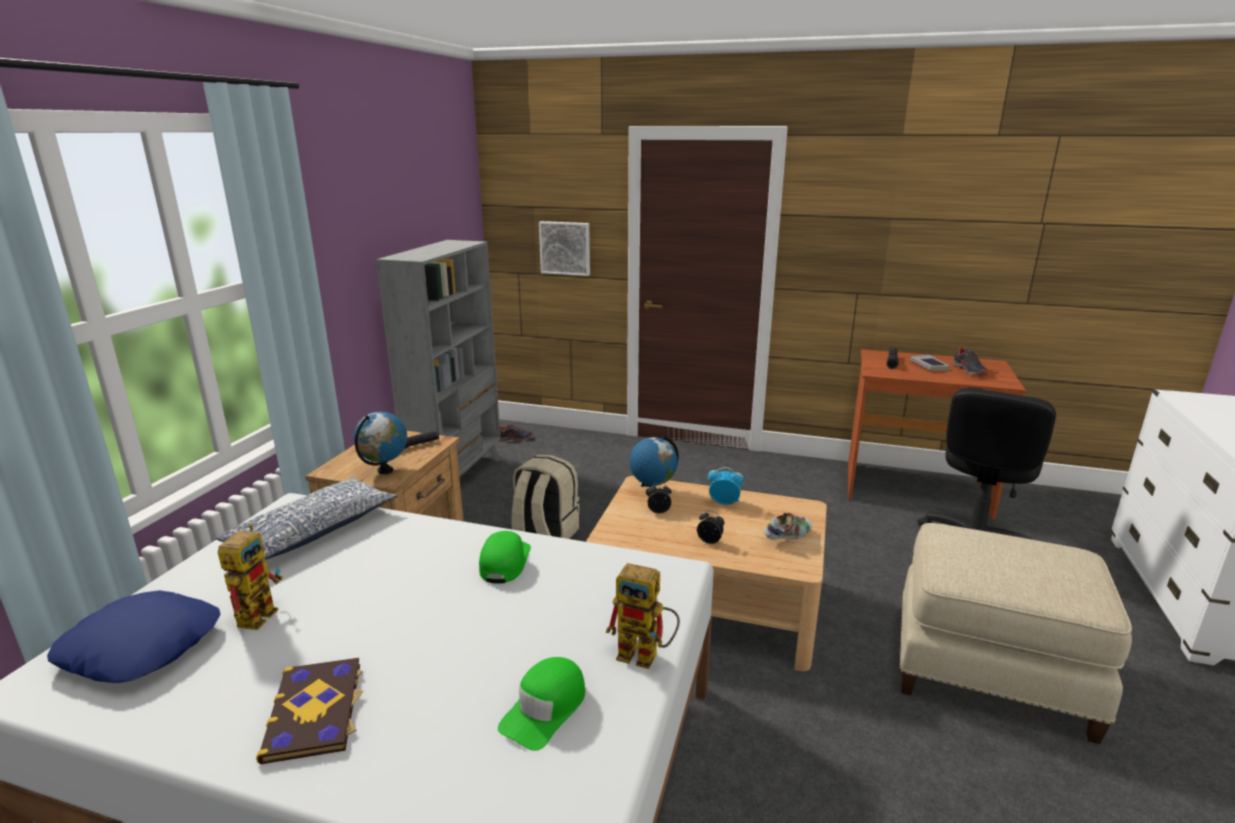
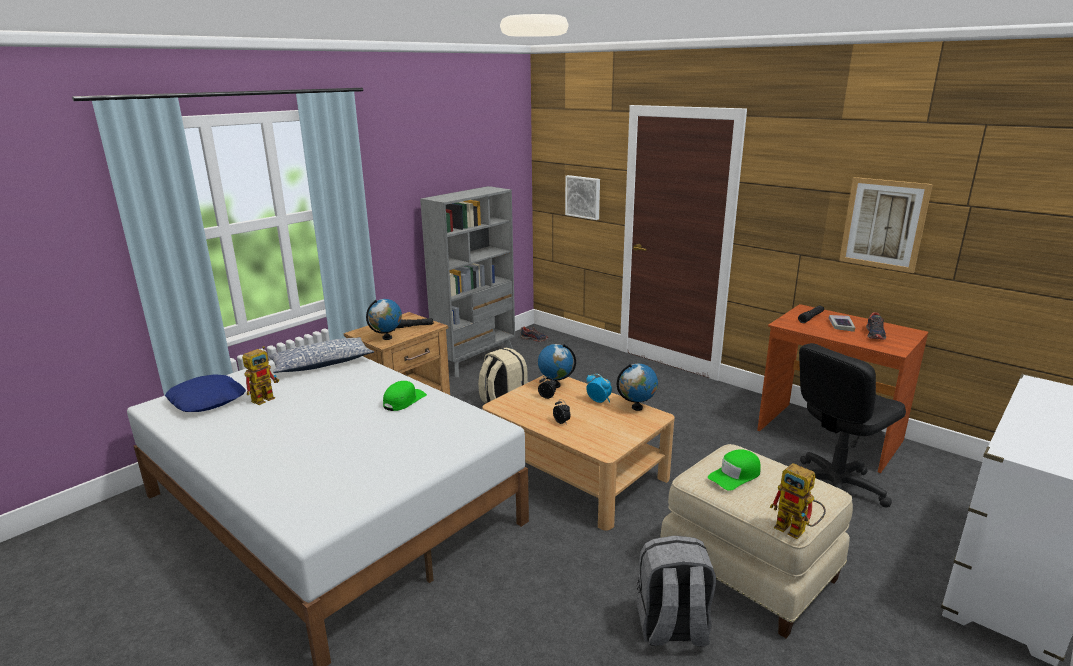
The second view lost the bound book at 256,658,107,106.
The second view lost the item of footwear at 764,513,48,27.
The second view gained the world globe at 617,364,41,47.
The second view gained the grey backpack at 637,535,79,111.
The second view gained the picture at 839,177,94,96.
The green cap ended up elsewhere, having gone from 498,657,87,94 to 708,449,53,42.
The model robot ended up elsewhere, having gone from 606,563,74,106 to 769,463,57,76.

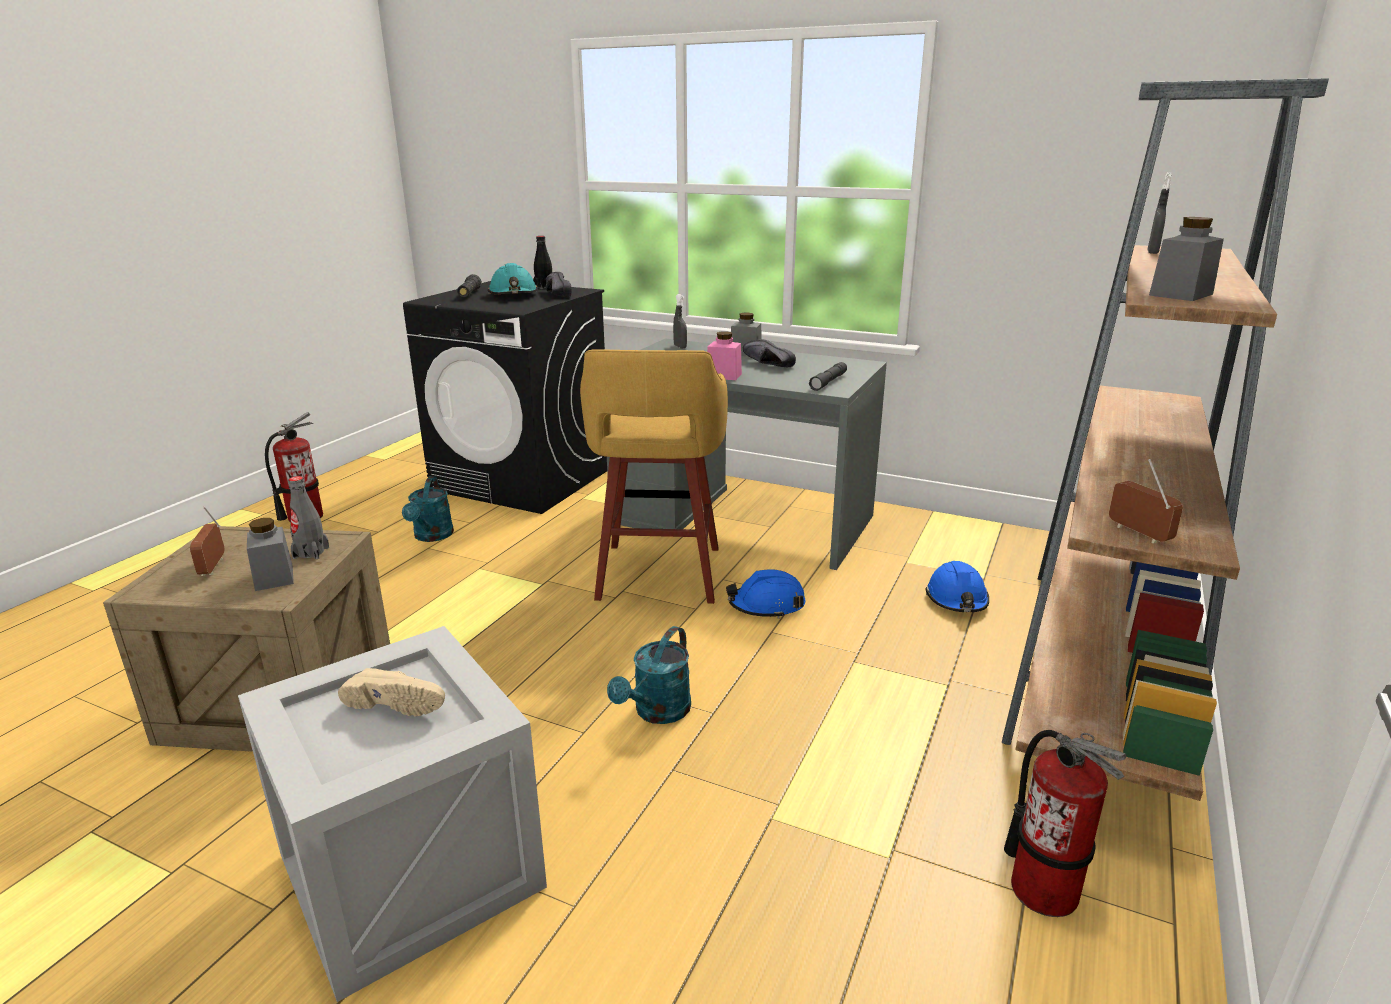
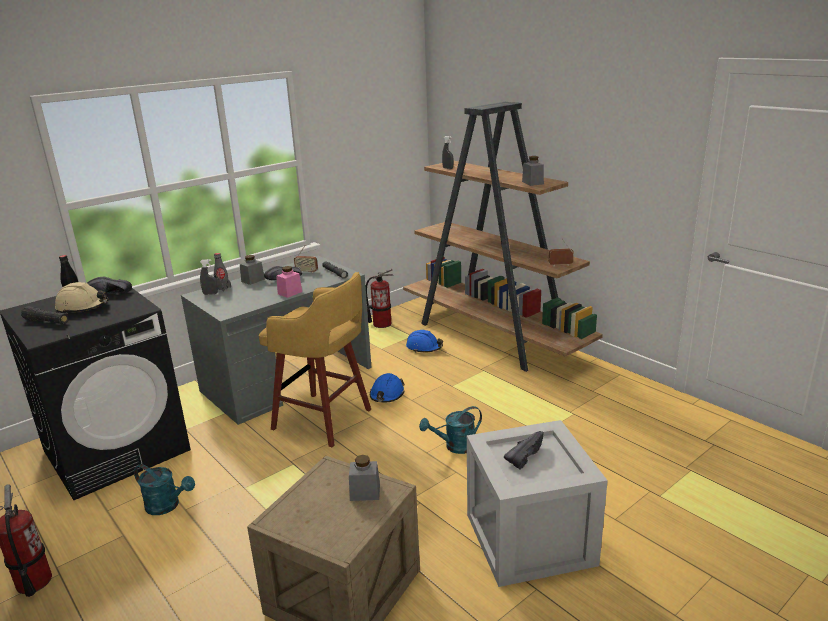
The radio ended up elsewhere, having gone from 190,506,35,70 to 294,245,24,28.
The grey drink bottle ended up elsewhere, having gone from 288,476,41,83 to 214,253,17,38.
The fire-fighting cylinder ended up elsewhere, having gone from 1004,730,122,187 to 366,269,27,59.
What was the beige-coloured item of footwear at 338,668,107,48 turned into the blackish item of footwear at 504,431,40,39.
What was the blue-green hard hat at 488,263,50,31 turned into the beige-coloured hard hat at 55,282,54,32.
The blue-green watering pot at 607,626,84,98 ended up facing another way, 105 degrees clockwise from before.

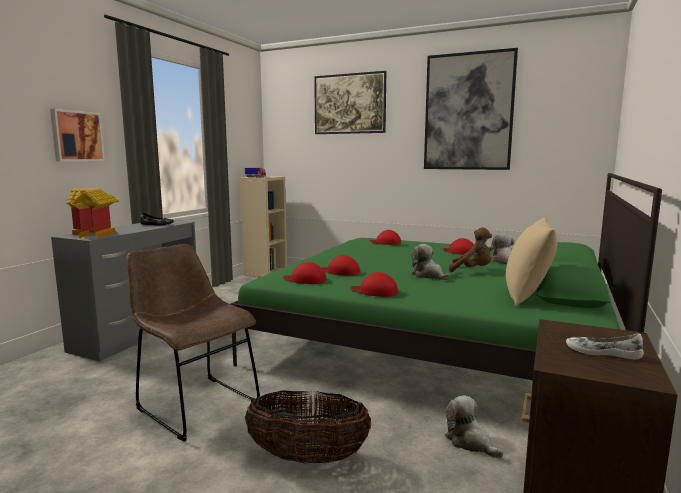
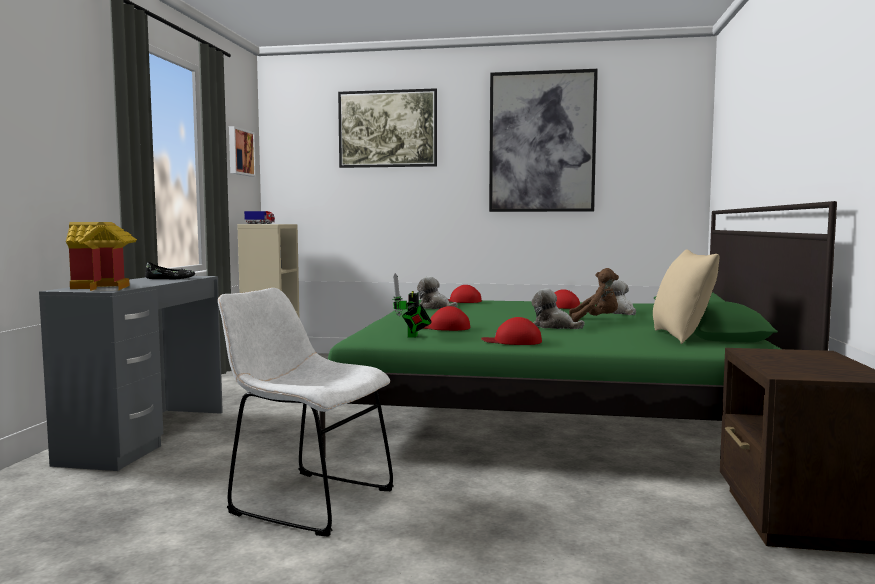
The second view lost the storage basket at 244,390,127,73.
The second view lost the white item of footwear at 566,334,78,25.
The picture ended up elsewhere, having gone from 50,109,55,53 to 229,126,27,51.
The soft toy ended up elsewhere, having gone from 445,396,58,62 to 417,276,40,33.
Where the red cap stood at 283,262,43,22, the model robot came to stand at 393,273,39,64.
What was the brown upright chair at 127,244,133,198 turned into the white upright chair at 218,288,176,248.

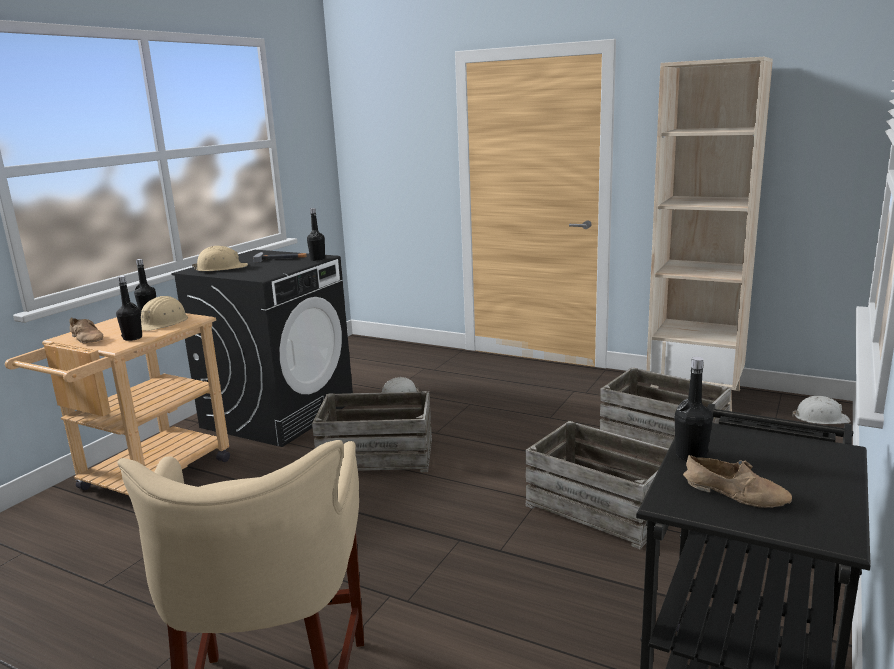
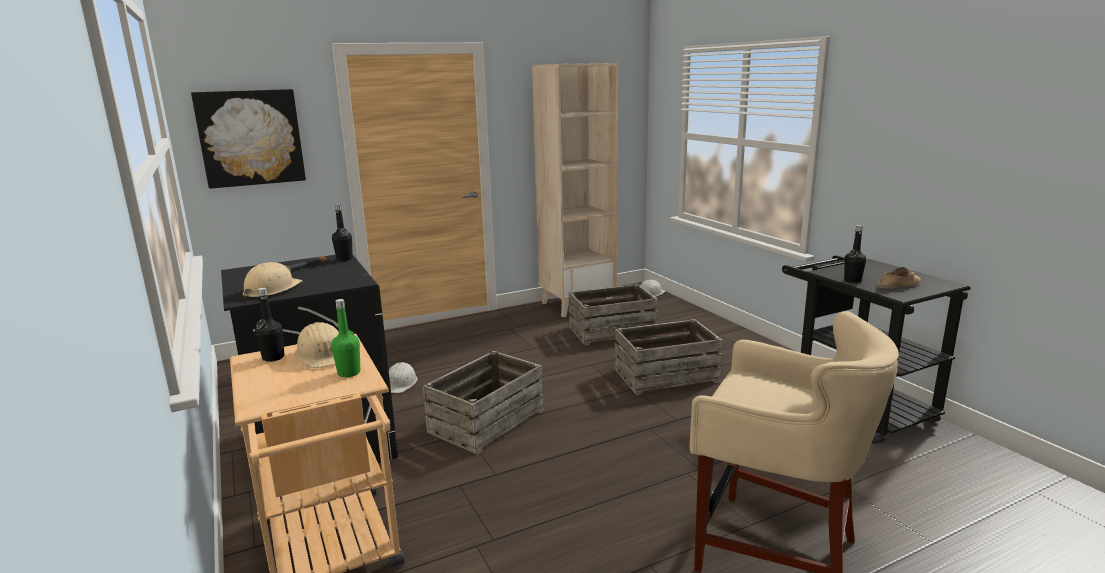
The second view lost the beige-coloured item of footwear at 69,318,34,25.
The second view gained the picture at 191,89,115,100.
What was the blackish drink bottle at 116,276,26,65 turned into the green drink bottle at 331,299,29,78.

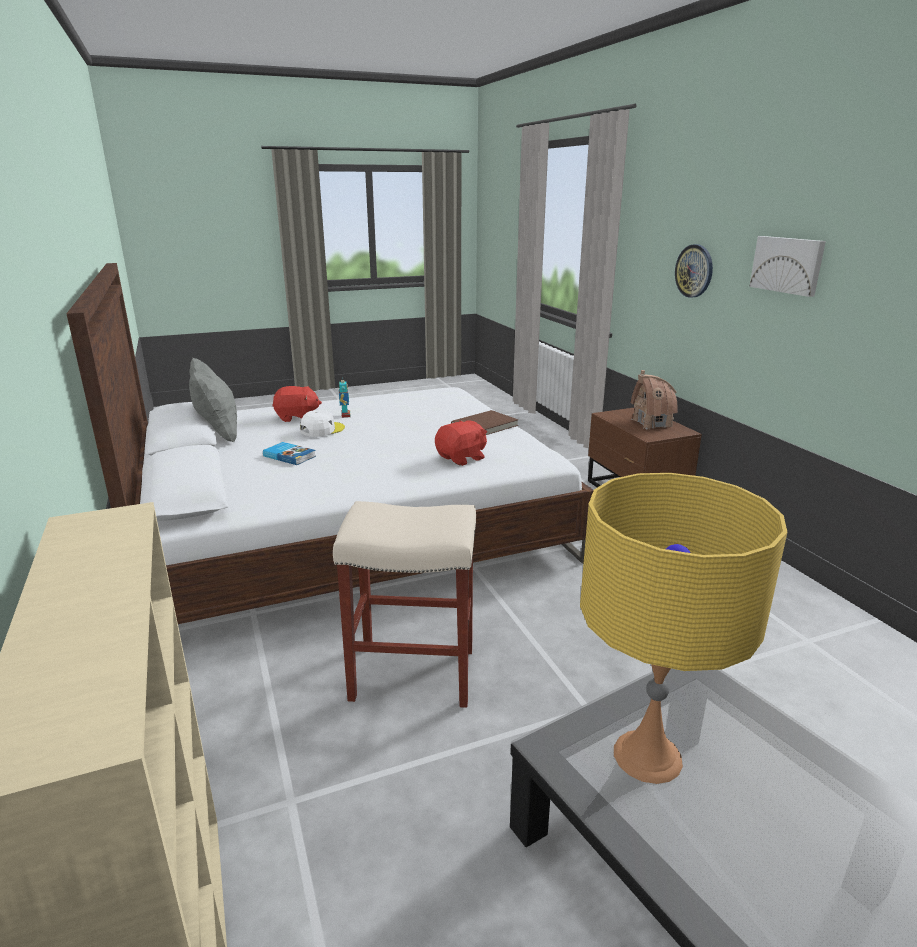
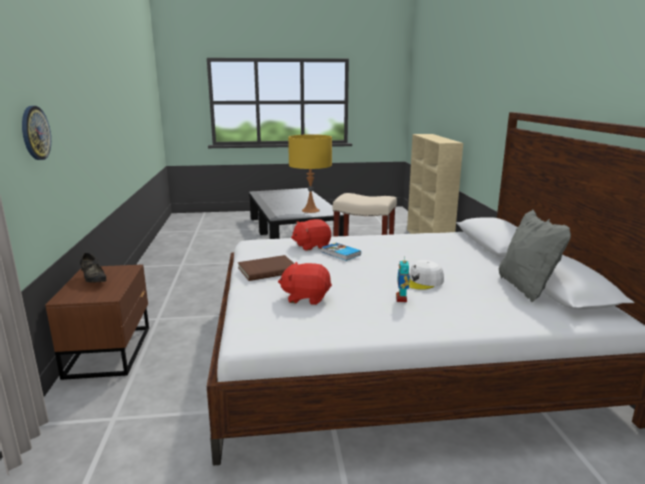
The second view lost the picture at 749,236,77,61.
The bound book ended up elsewhere, having gone from 263,442,53,23 to 322,243,39,18.
The red soft toy ended up elsewhere, having gone from 272,386,50,36 to 278,262,54,43.
Where the toy house stood at 631,370,47,60, the blackish item of footwear came to stand at 80,253,26,30.

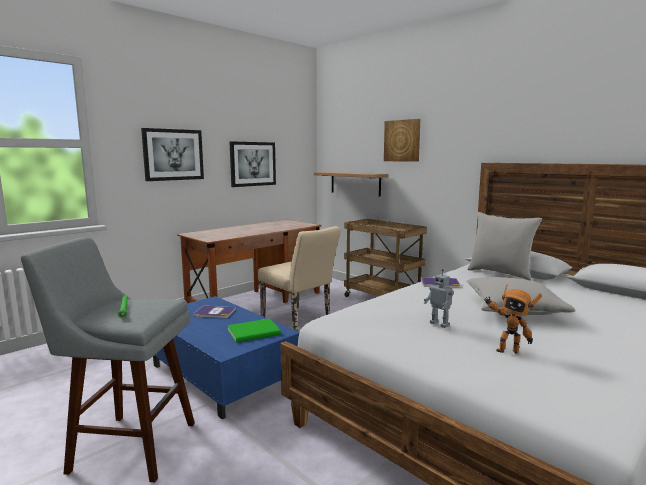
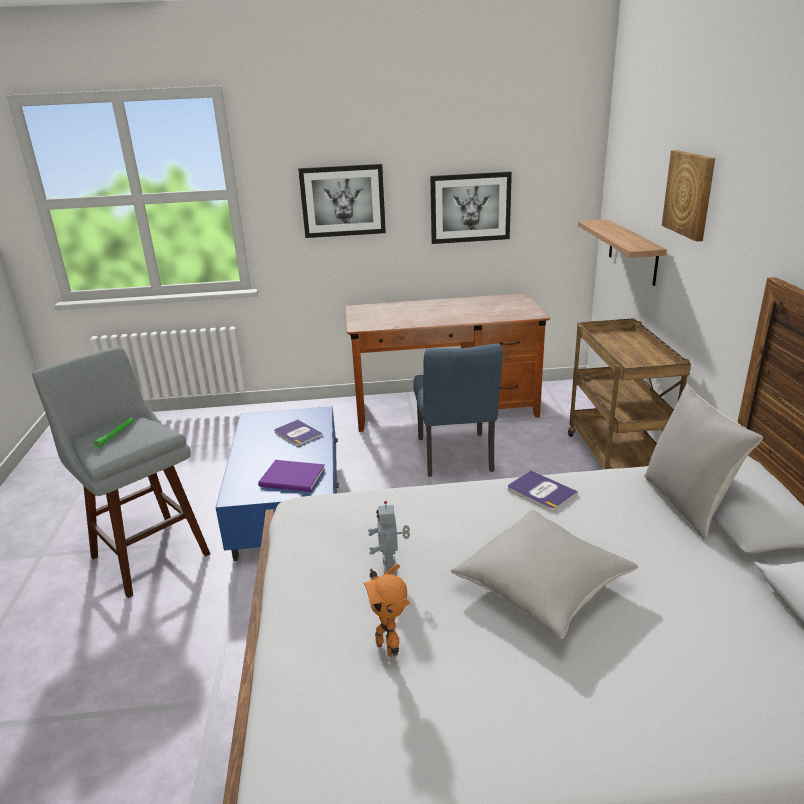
What was the green bound book at 227,319,54,24 turned into the purple bound book at 258,460,67,32.
What was the beige-coloured upright chair at 258,226,83,105 turned into the blue upright chair at 413,344,90,133.

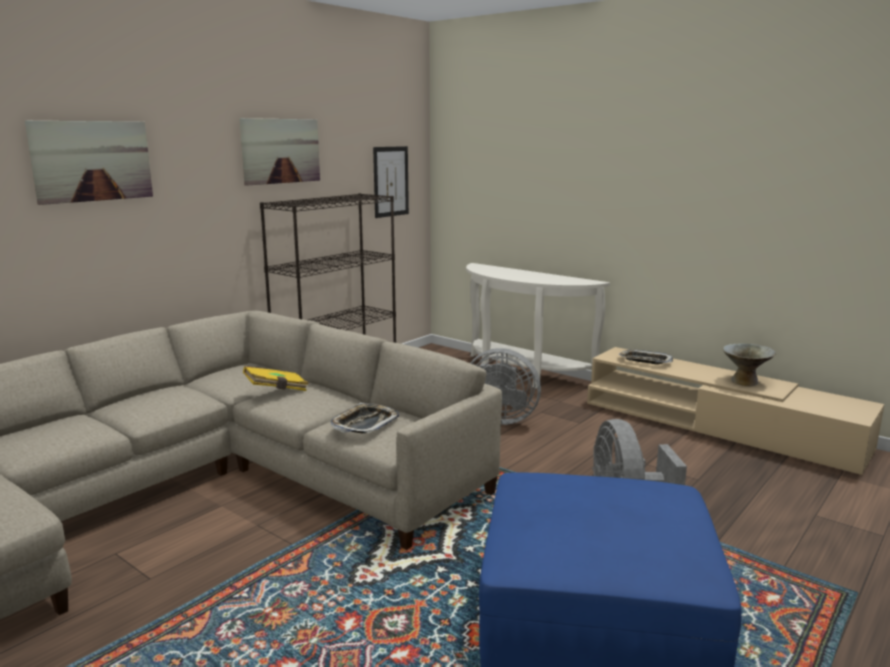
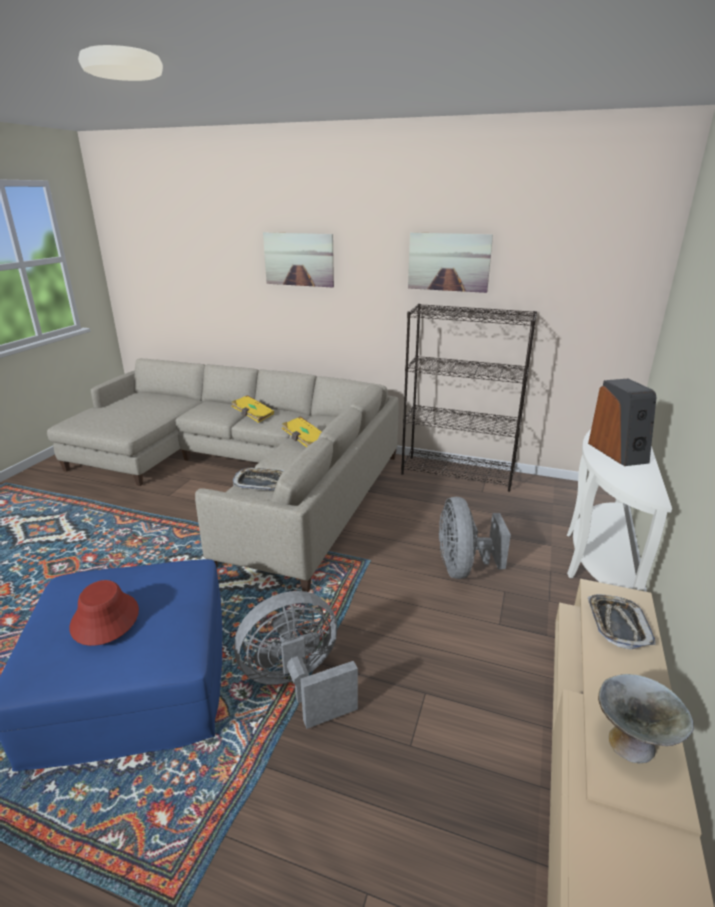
The second view lost the picture at 373,146,36,72.
The second view gained the red clothing hat at 69,580,70,66.
The second view gained the yellow bound book at 231,395,43,28.
The second view gained the loudspeaker at 588,379,69,87.

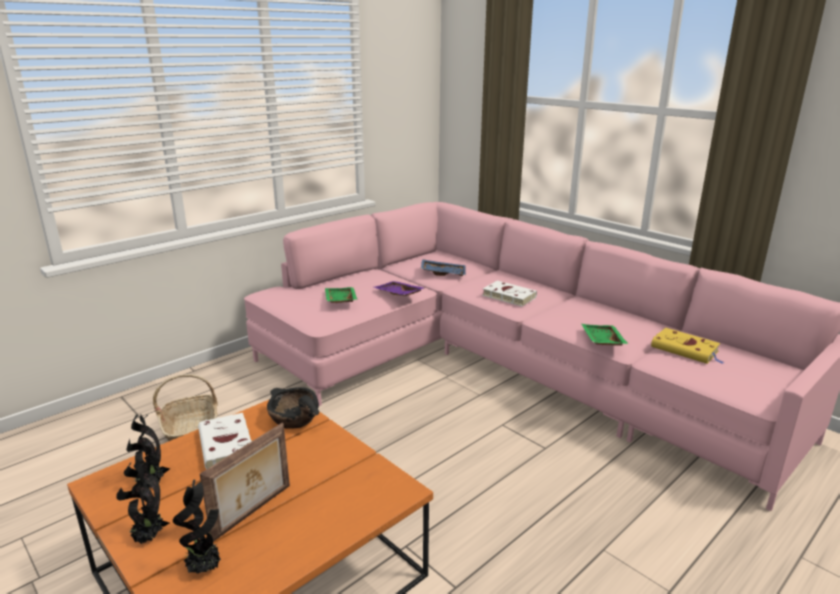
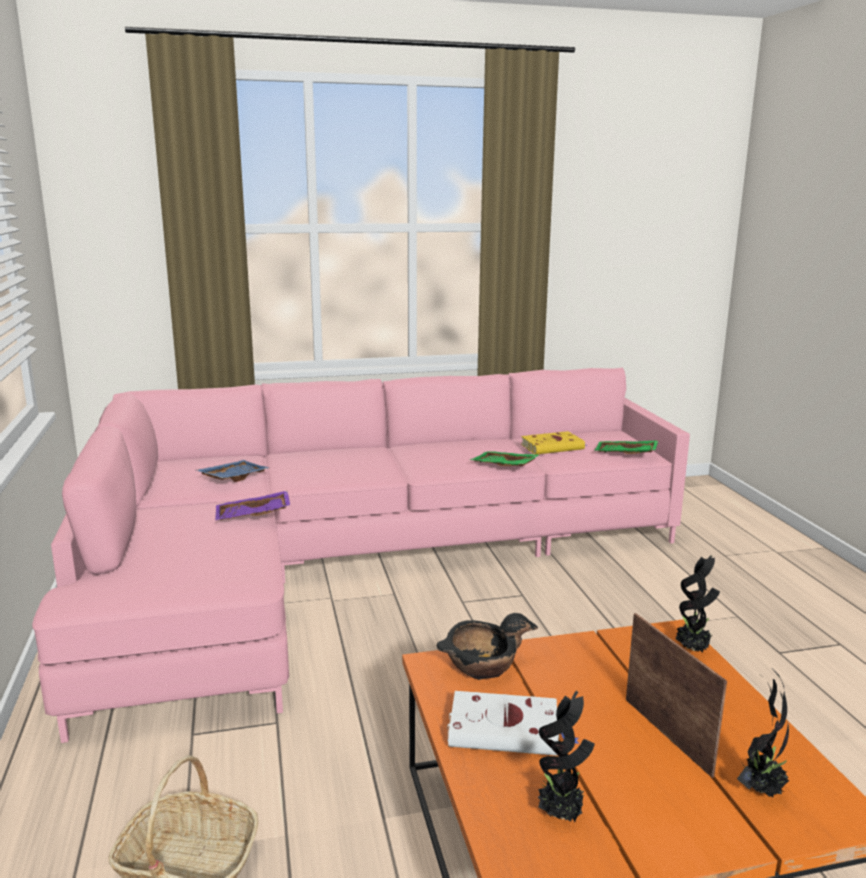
The second view lost the white bound book at 482,281,55,26.
The potted plant ended up elsewhere, having gone from 116,459,53,85 to 675,556,45,96.
The green tray ended up elsewhere, having gone from 325,287,33,16 to 594,440,64,14.

